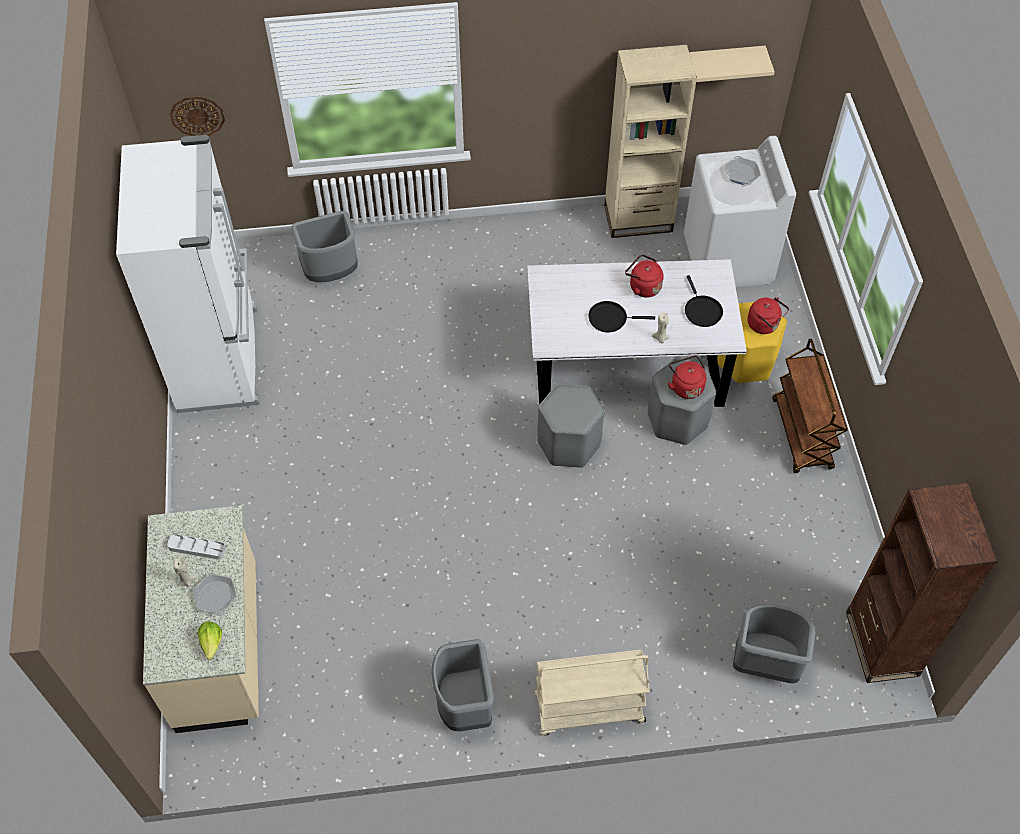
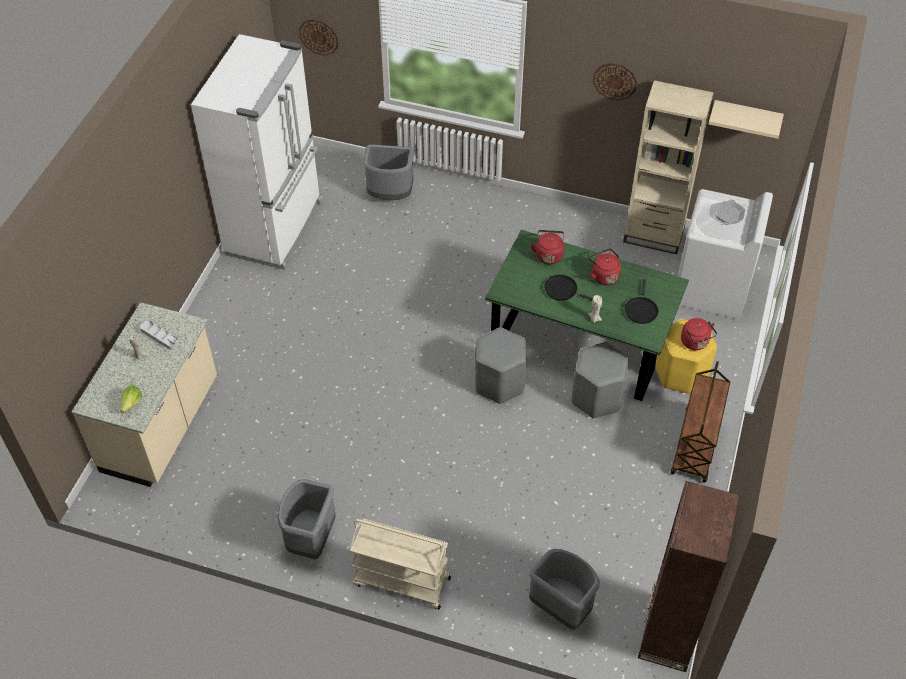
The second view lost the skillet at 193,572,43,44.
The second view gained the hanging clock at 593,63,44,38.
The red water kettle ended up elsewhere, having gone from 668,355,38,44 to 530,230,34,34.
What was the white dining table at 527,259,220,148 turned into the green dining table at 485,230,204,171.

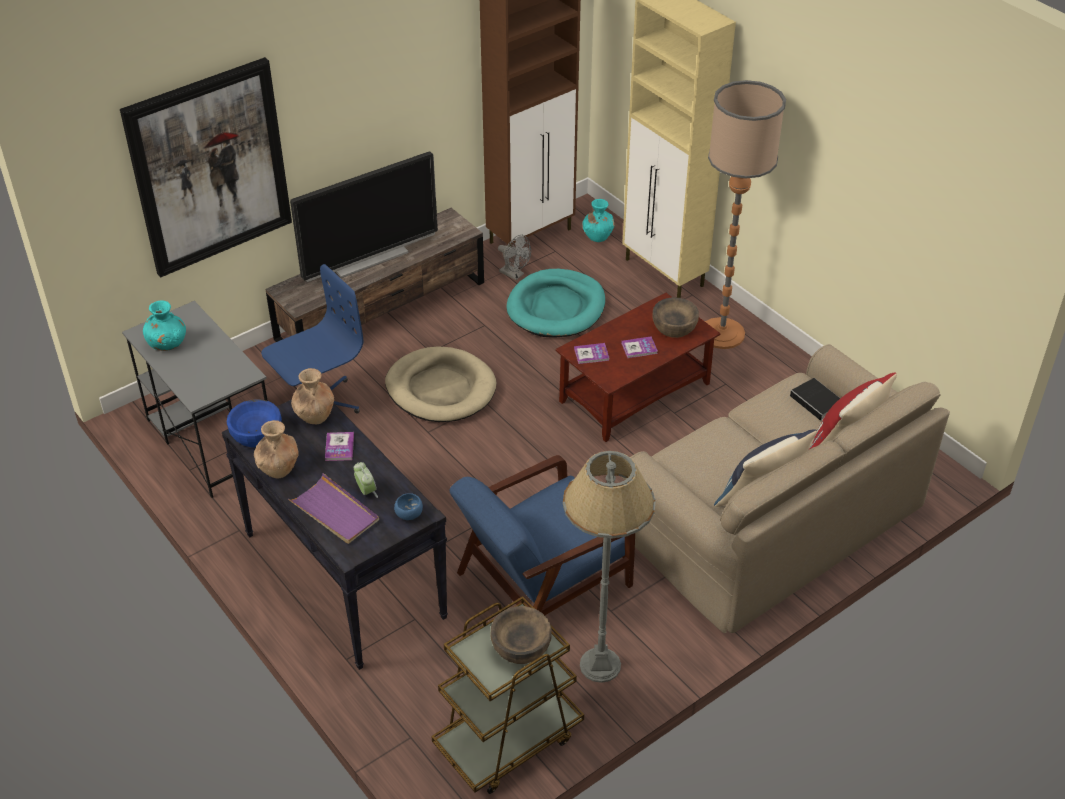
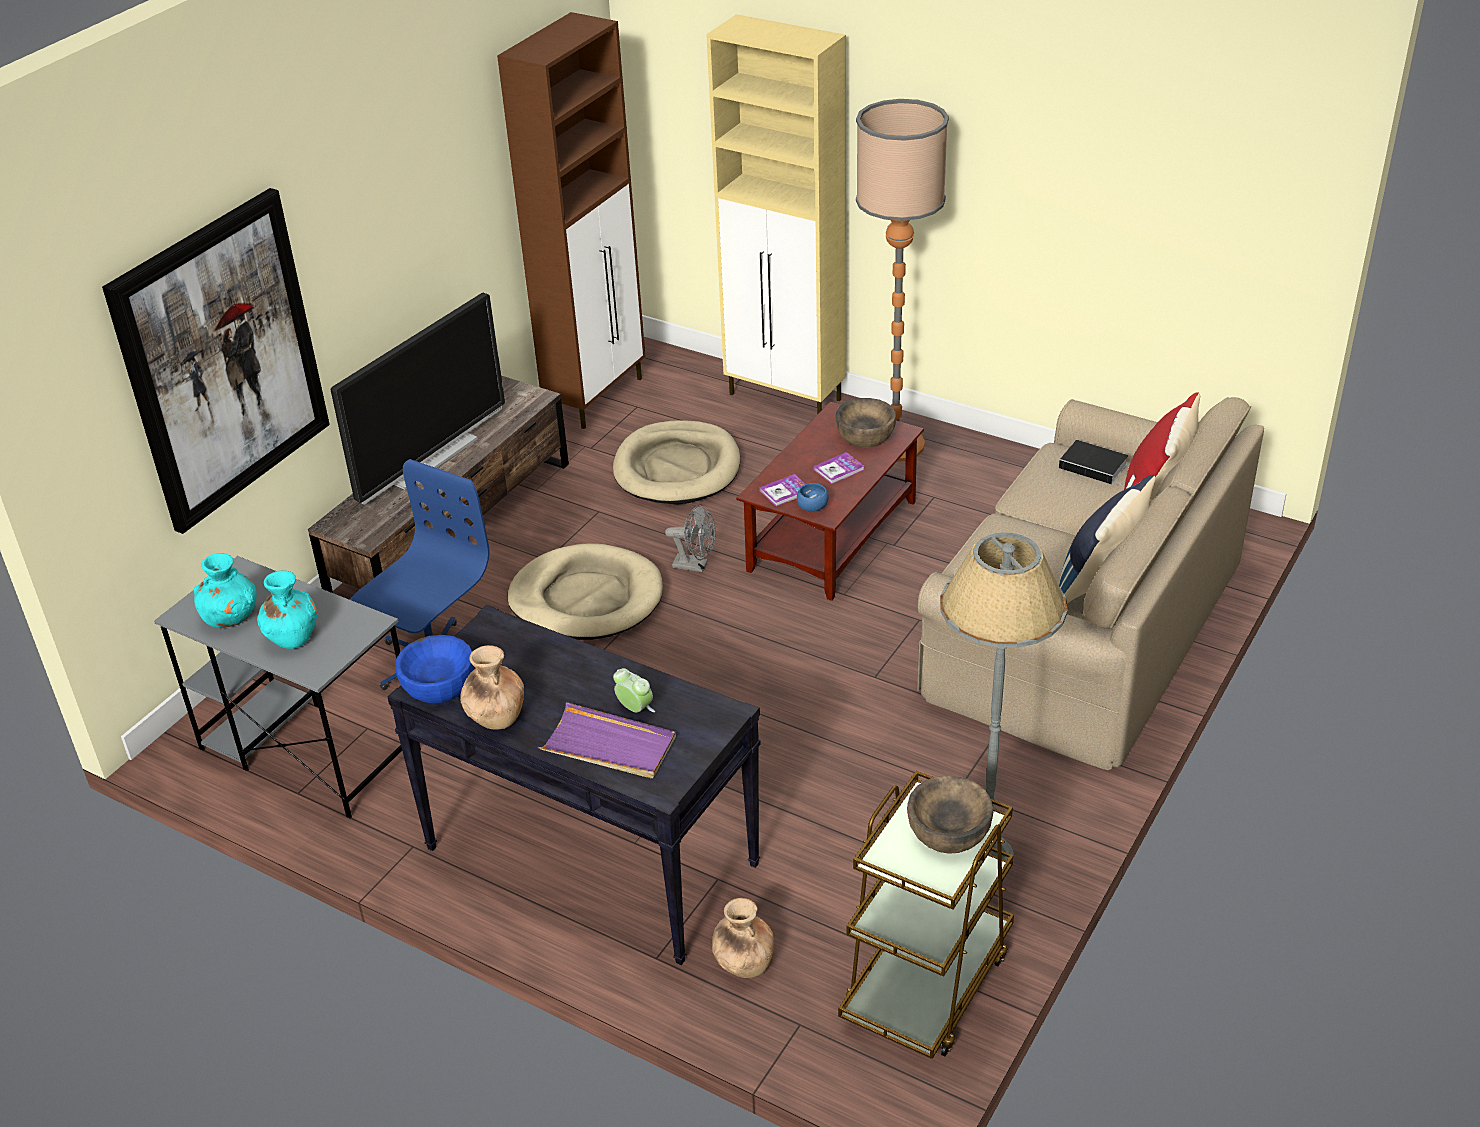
The second view lost the bound book at 325,432,29,29.
The second view lost the blue easy chair at 449,455,186,160.
The brown decorative vase ended up elsewhere, having gone from 291,368,43,56 to 712,898,62,80.
The blue bowl ended up elsewhere, having gone from 394,493,29,27 to 797,483,32,29.
The grey cooling fan ended up elsewhere, having gone from 498,235,33,45 to 665,504,51,68.
The blue-green decorative vase ended up elsewhere, having gone from 582,199,32,43 to 257,570,61,79.
What was the blue-green dog bed at 507,269,98,69 turned into the beige-coloured dog bed at 613,420,127,84.

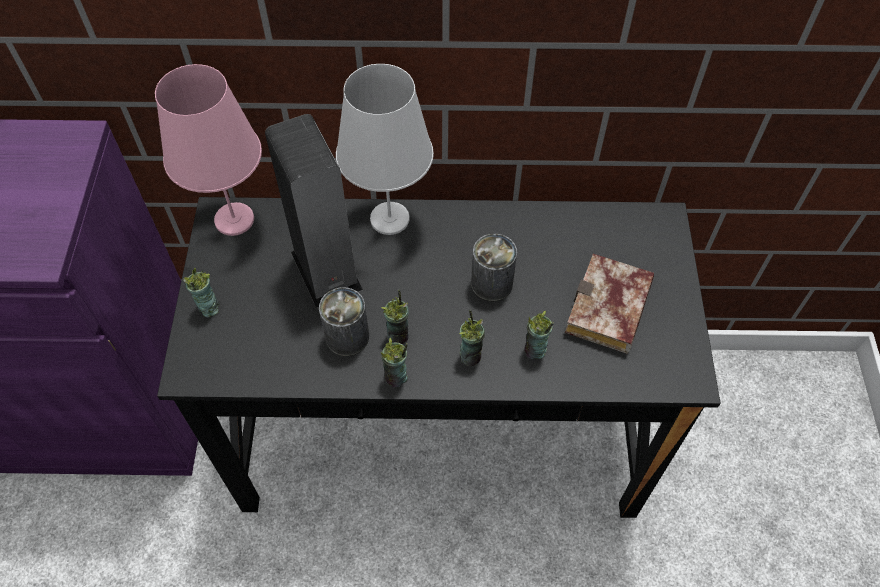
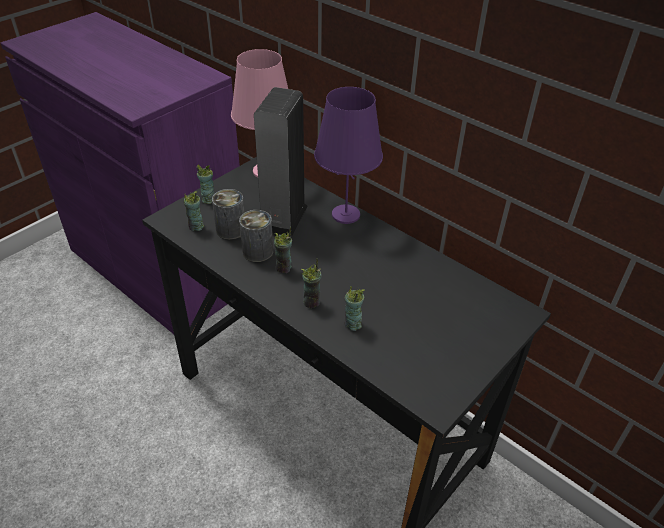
The second view lost the bound book at 565,254,89,100.
The cup ended up elsewhere, having gone from 380,337,28,50 to 184,191,20,40.
The metal can ended up elsewhere, having gone from 471,233,46,68 to 212,189,33,51.
What was the white tabletop lamp at 336,64,98,171 turned into the purple tabletop lamp at 314,87,69,137.

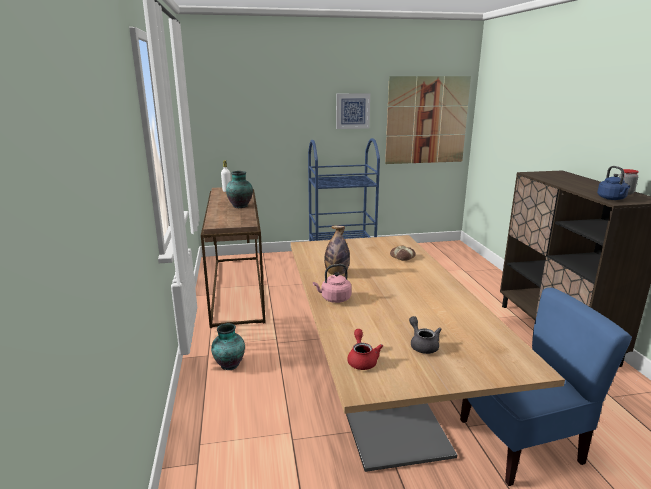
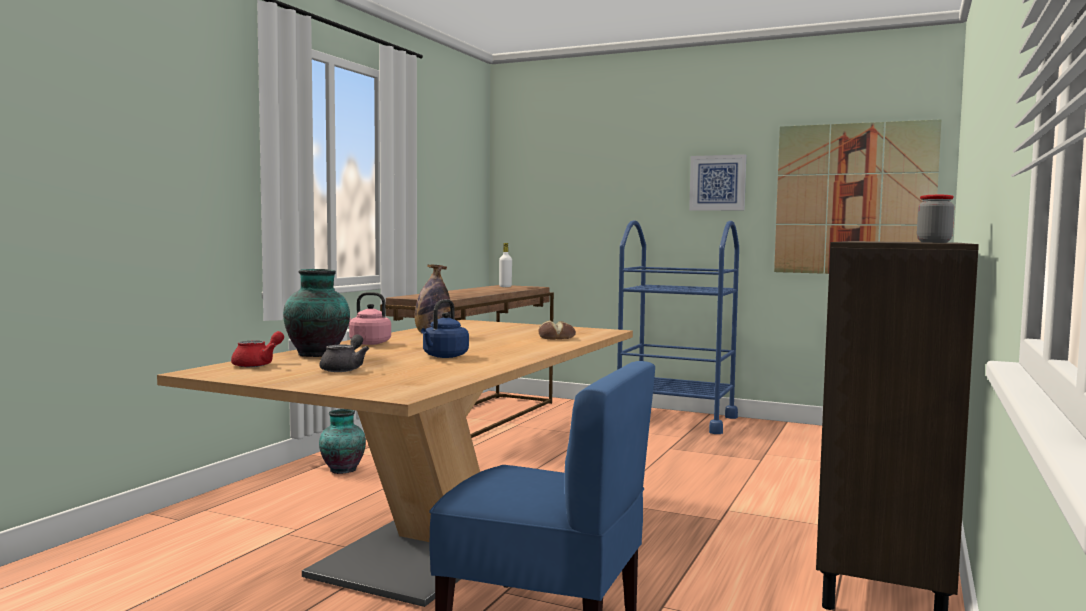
The decorative vase ended up elsewhere, having gone from 226,171,27,37 to 283,269,67,88.
The blue water kettle ended up elsewhere, having gone from 597,166,33,34 to 421,299,48,59.

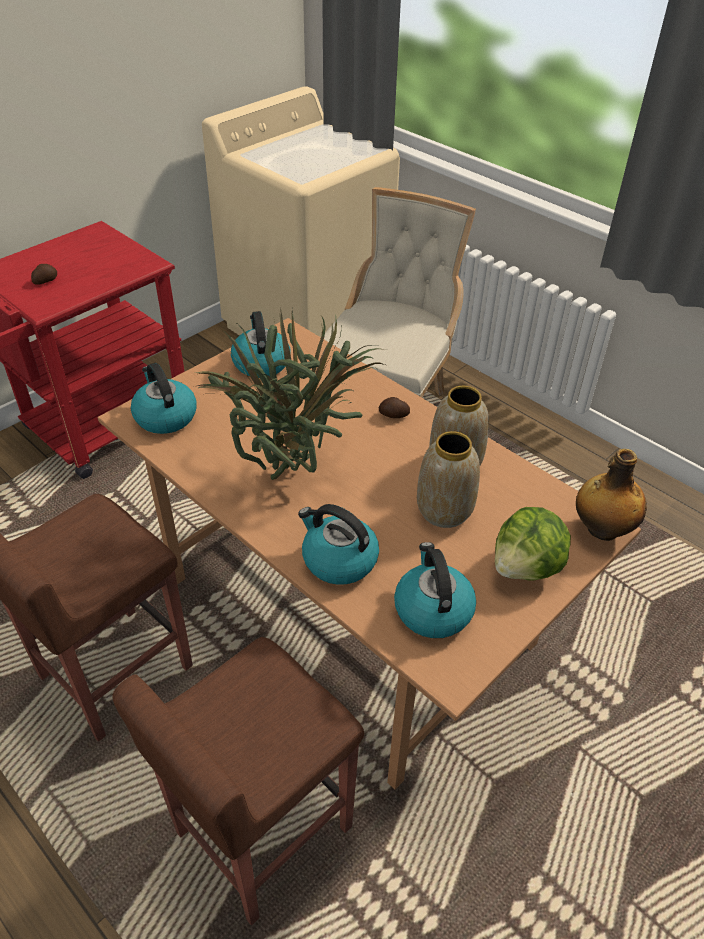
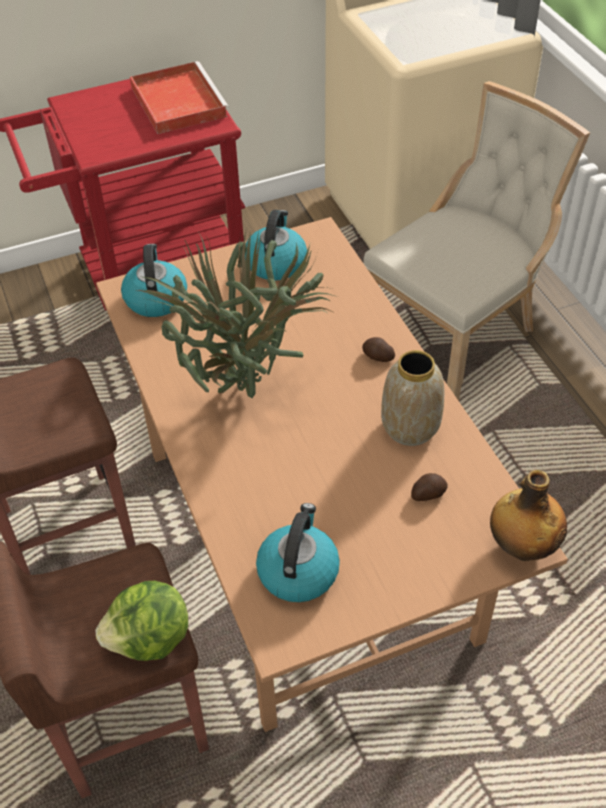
The second view lost the water kettle at 298,504,81,81.
The second view lost the decorative vase at 417,431,63,97.
The second view gained the red tray at 130,61,99,73.
The spud ended up elsewhere, having gone from 31,264,26,21 to 411,473,37,28.
The head of lettuce ended up elsewhere, having gone from 495,507,76,73 to 95,581,93,80.

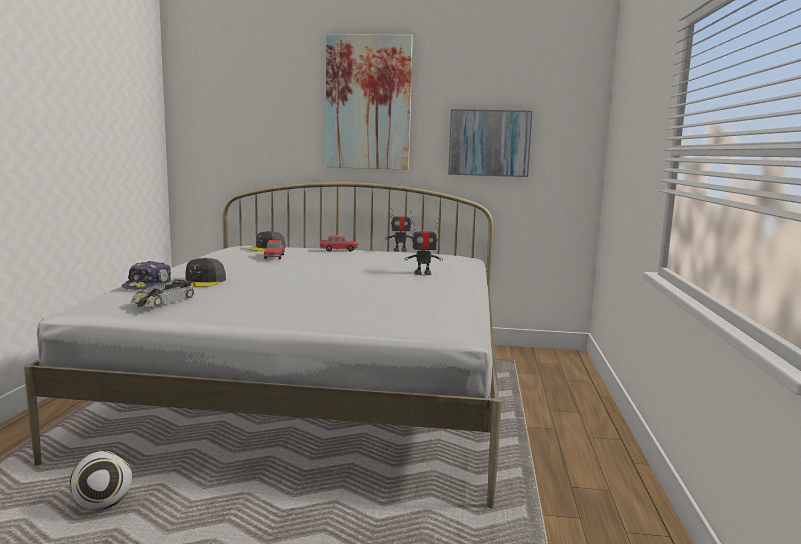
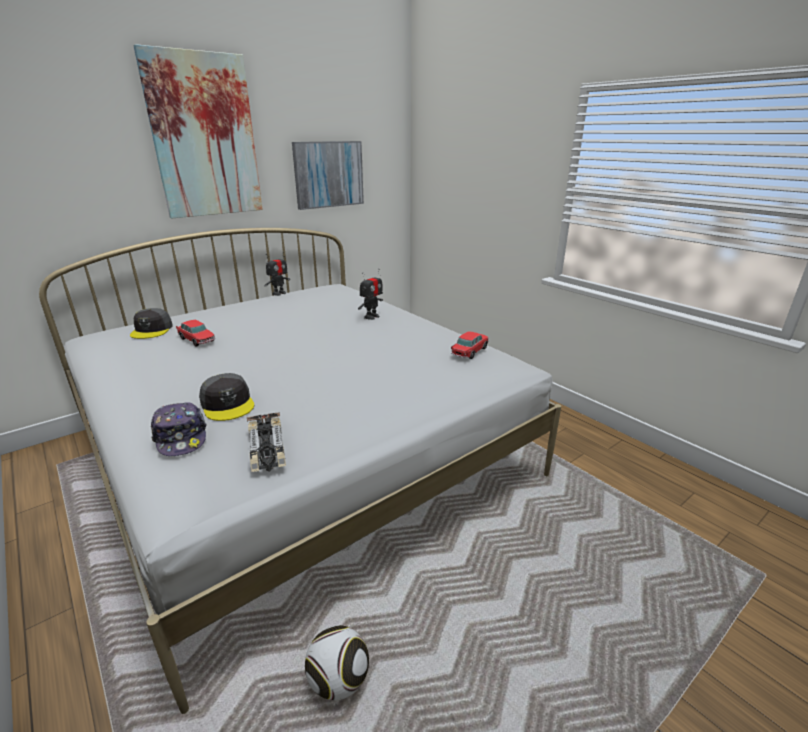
The miniature car ended up elsewhere, having gone from 319,235,40,17 to 451,331,38,28.

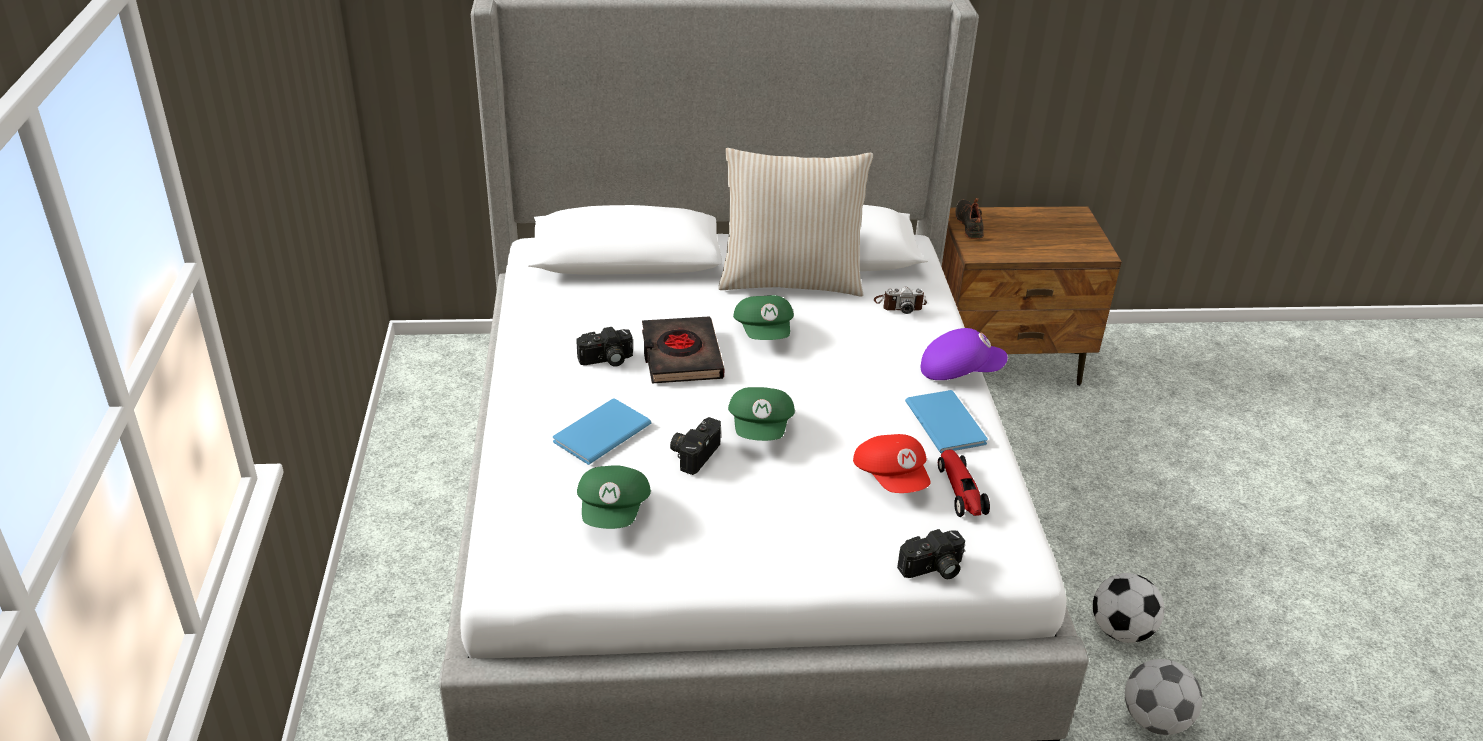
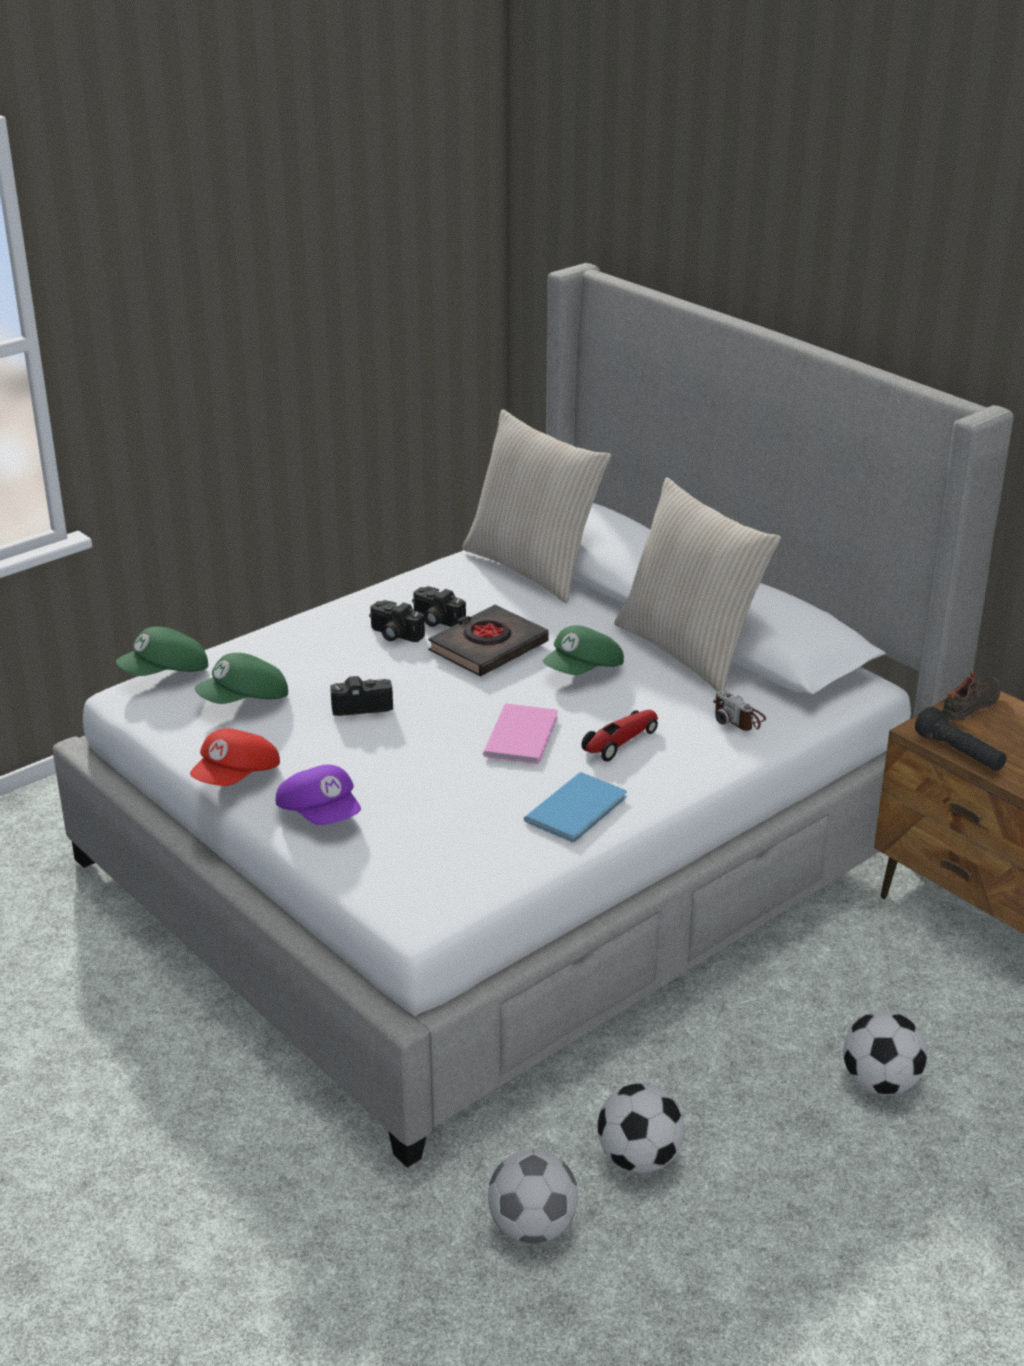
The second view lost the blue bound book at 553,398,98,67.
The second view gained the beige-coloured pillow at 462,409,149,194.
The second view gained the pinkish bound book at 483,704,75,60.
The second view gained the football at 843,1011,84,84.
The second view gained the blackish flashlight at 915,707,92,64.
The green cap ended up elsewhere, having gone from 728,387,67,54 to 116,627,92,49.
The red cap ended up elsewhere, having gone from 853,434,77,59 to 190,728,90,58.
The still camera ended up elsewhere, having gone from 897,529,68,50 to 369,600,56,42.
The purple cap ended up elsewhere, having gone from 921,328,87,52 to 276,765,85,60.
The miniature car ended up elsewhere, having gone from 938,450,52,67 to 581,710,77,52.

